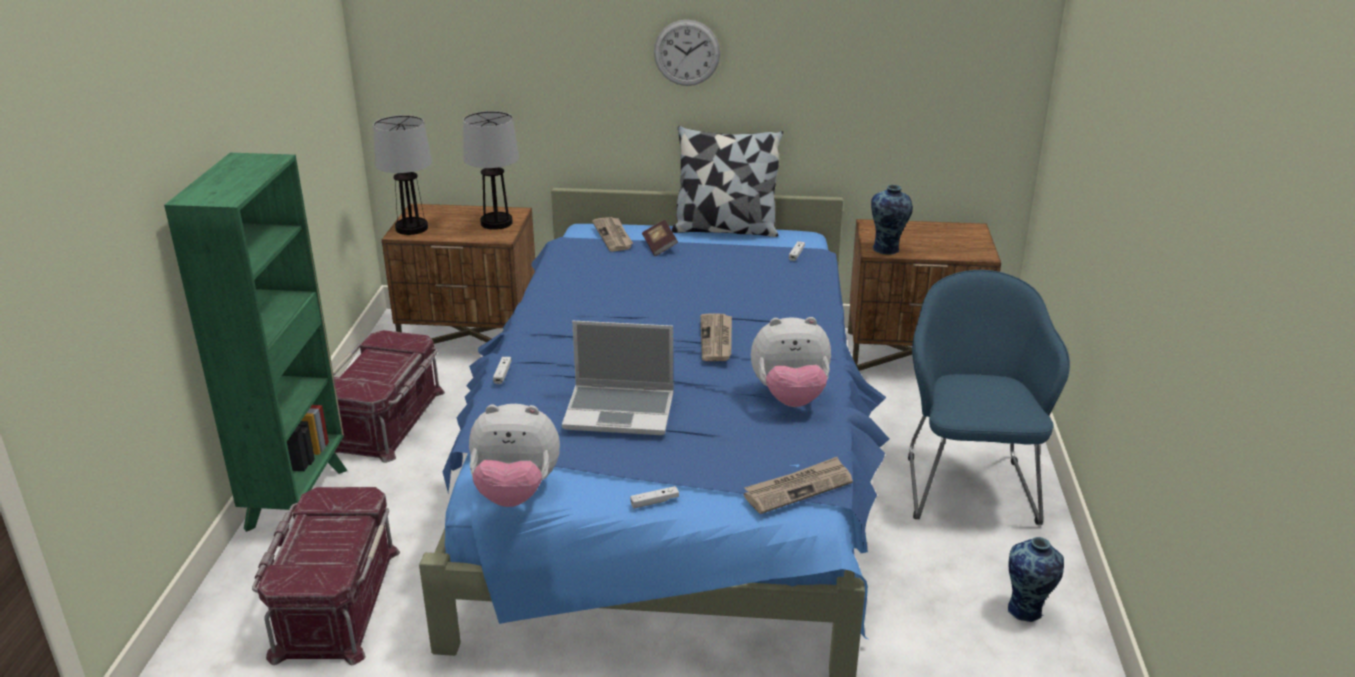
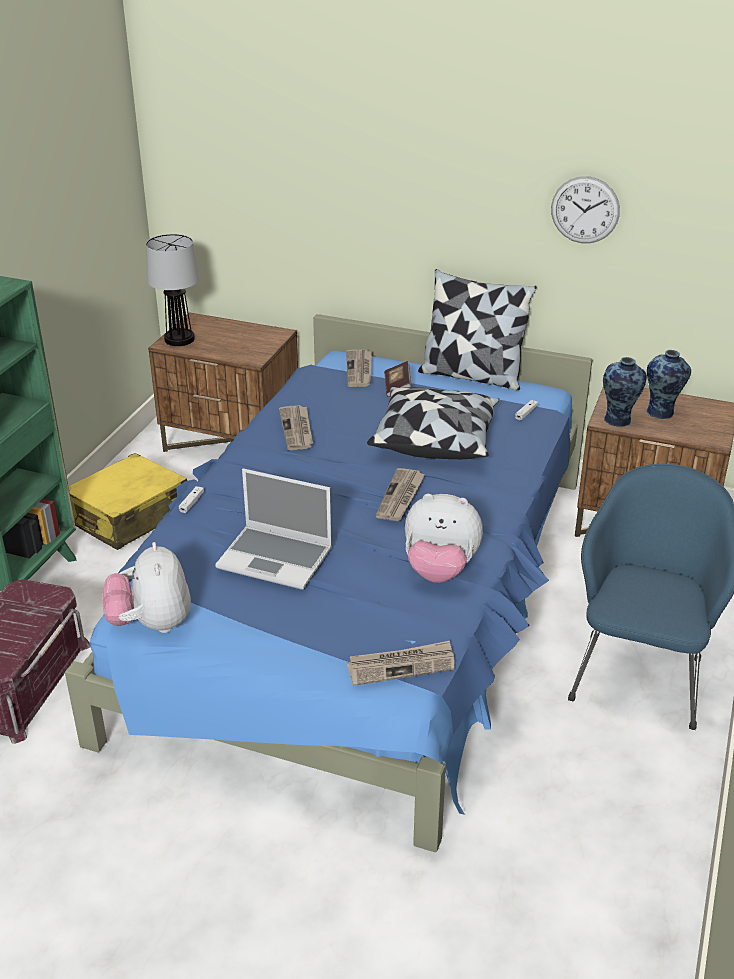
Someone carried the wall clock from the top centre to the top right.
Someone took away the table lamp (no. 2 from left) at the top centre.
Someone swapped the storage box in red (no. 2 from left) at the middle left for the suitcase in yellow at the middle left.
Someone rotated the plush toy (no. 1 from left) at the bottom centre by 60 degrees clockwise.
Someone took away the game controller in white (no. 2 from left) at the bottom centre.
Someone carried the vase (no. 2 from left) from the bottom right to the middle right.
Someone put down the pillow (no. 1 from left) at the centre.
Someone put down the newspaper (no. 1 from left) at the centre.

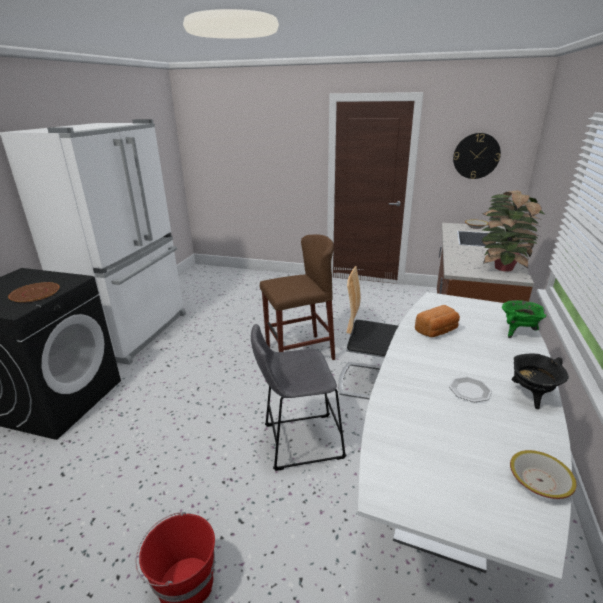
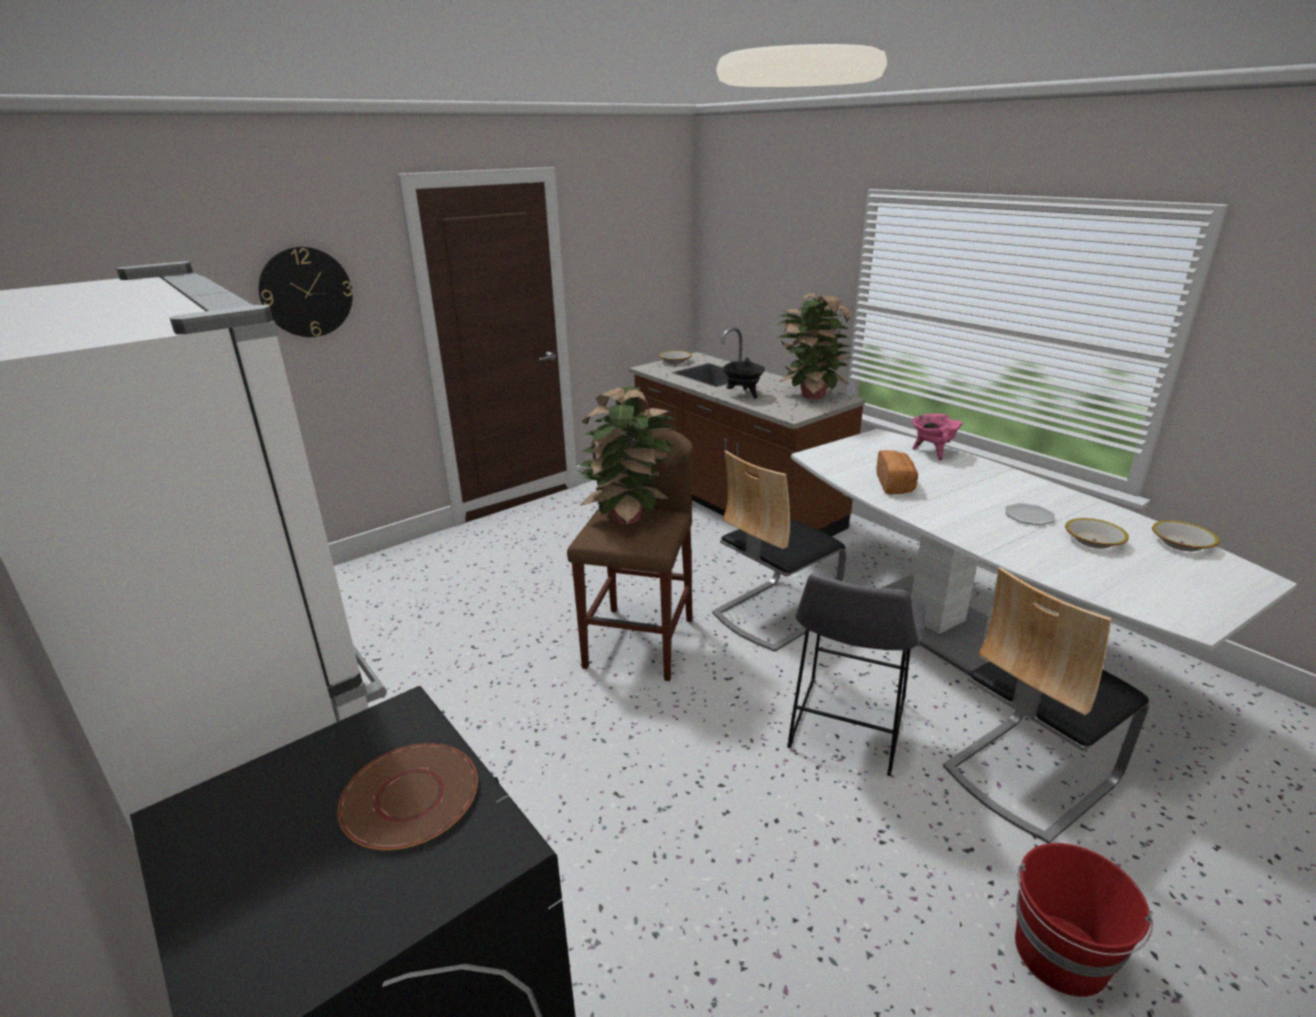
Someone carried the wall clock from the top right to the top left.
Someone repainted the cooking pot in green at the middle right, which became the cooking pot in pink at the middle right.
Someone carried the cooking pot in black from the middle right to the centre.
Someone put down the potted plant (no. 1 from left) at the centre.
Someone put down the bowl (no. 2 from left) at the middle right.
Someone put down the chair (no. 2 from left) at the bottom right.

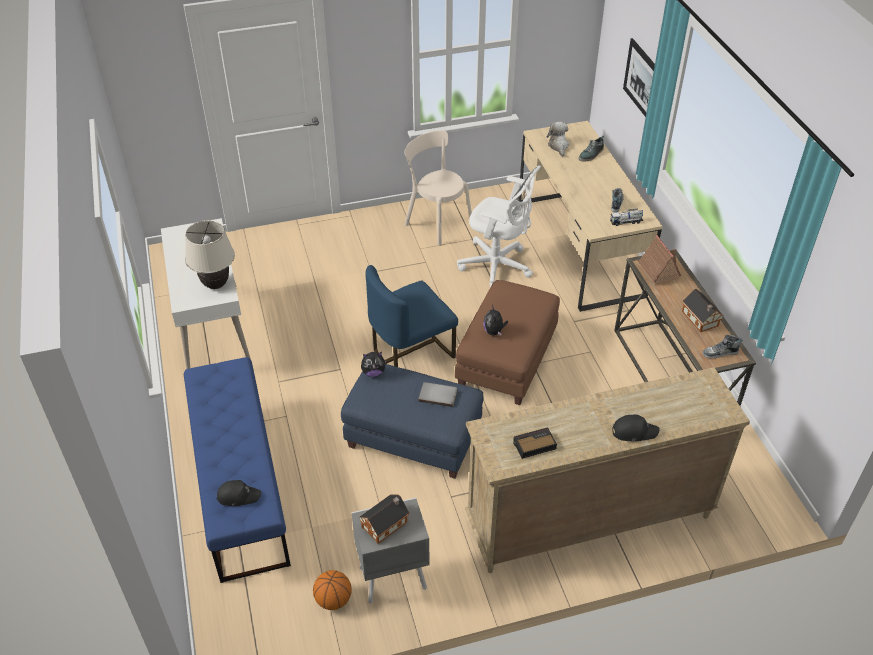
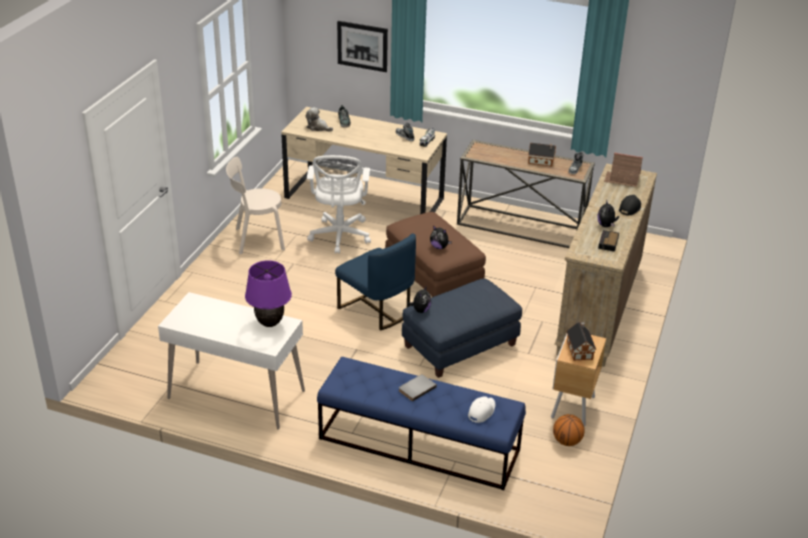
Someone rotated the office chair in white at the centre by 120 degrees clockwise.
Someone repainted the table lamp in beige at the middle left, which became the table lamp in purple at the middle left.
Someone carried the toy house (no. 2 from left in the first image) from the middle right to the top right.
Someone rotated the chair in blue at the centre by 45 degrees counterclockwise.
Someone carried the book in grey from the centre to the bottom centre.
Someone repainted the cap in black (no. 1 from left) at the bottom left, which became the cap in white at the bottom centre.
Someone repainted the nightstand in grey at the bottom centre, which became the nightstand in brown at the bottom right.
Someone put down the plush toy (no. 4 from left) at the middle right.

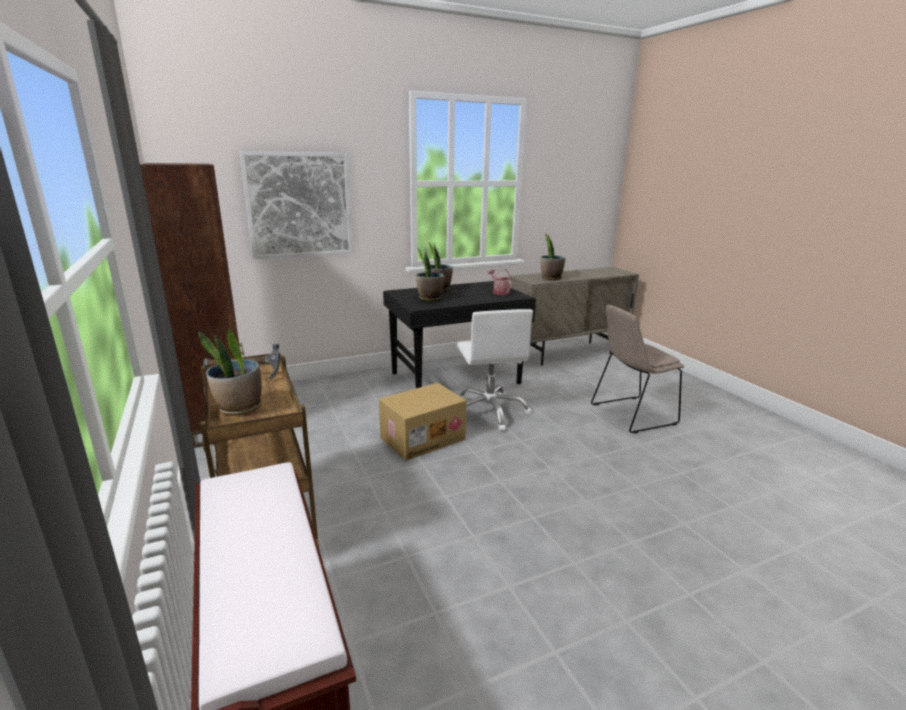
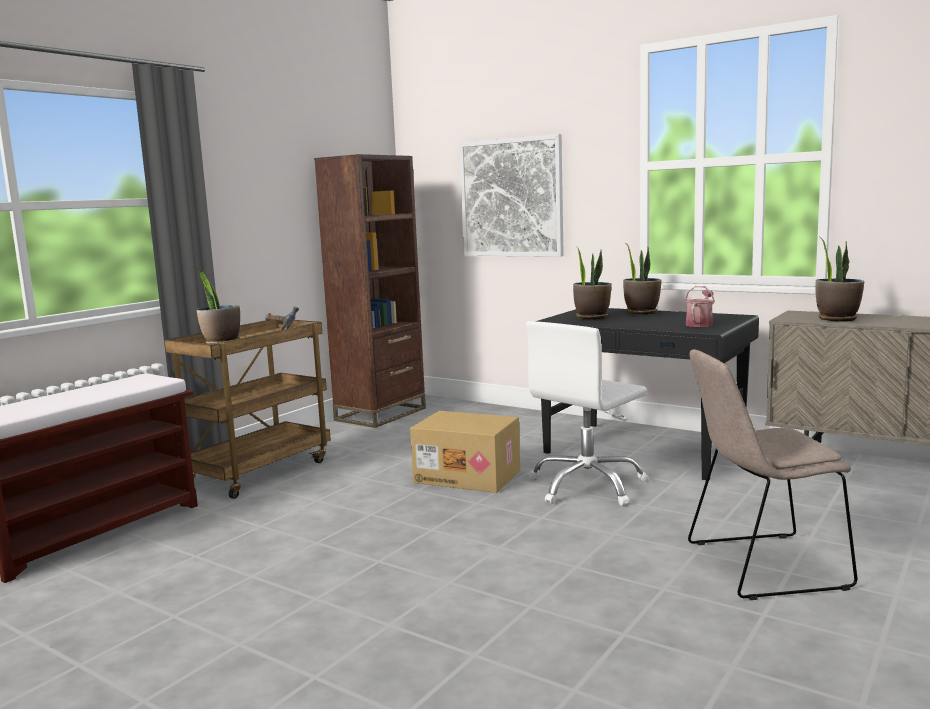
Someone rotated the chair in beige at the middle right by 45 degrees counterclockwise.

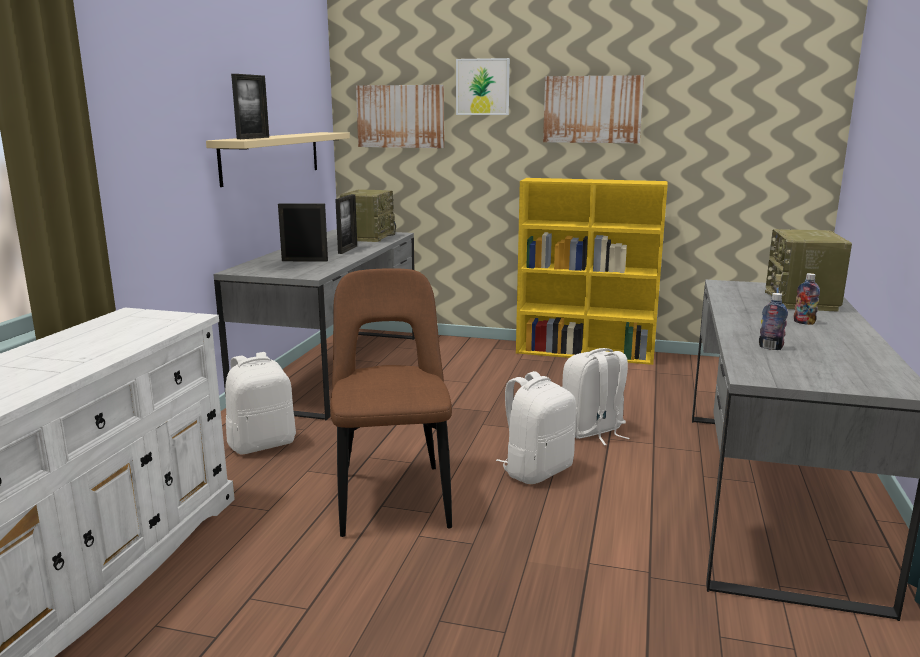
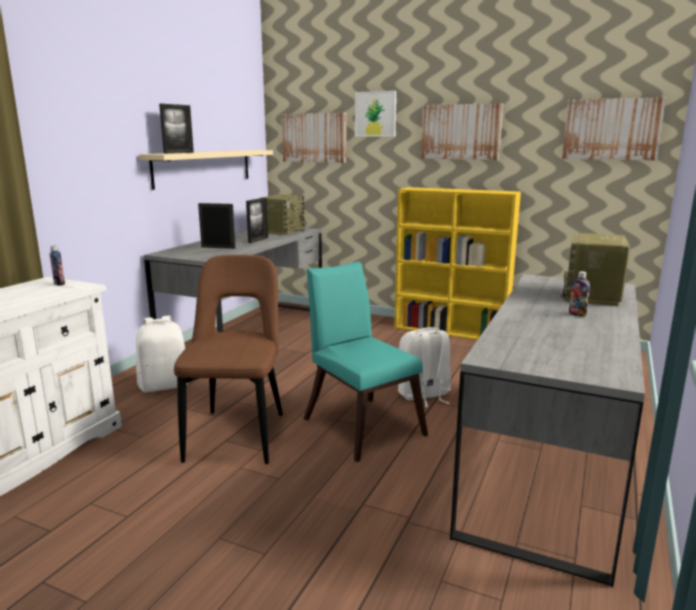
Someone carried the bottle (no. 1 from left) from the middle right to the middle left.
Someone swapped the backpack in white (no. 2 from left) at the centre for the chair in turquoise at the centre.
Someone put up the picture (no. 4 from left) at the top right.

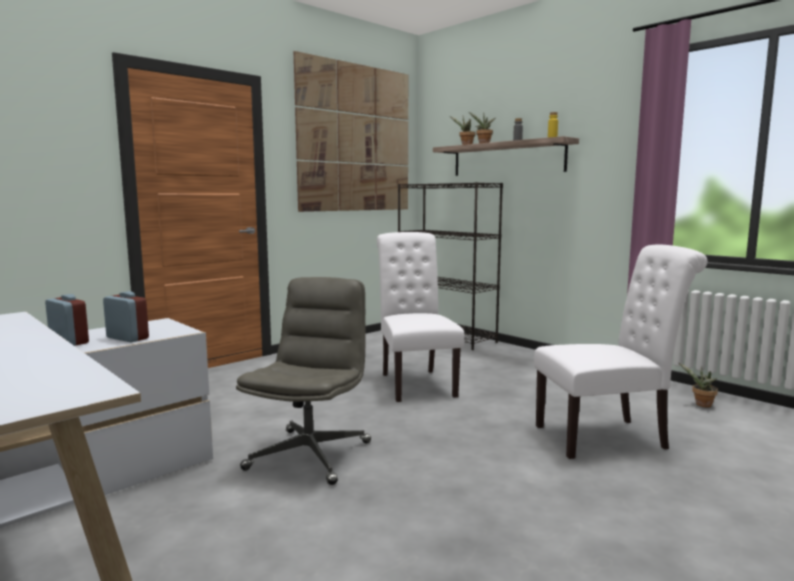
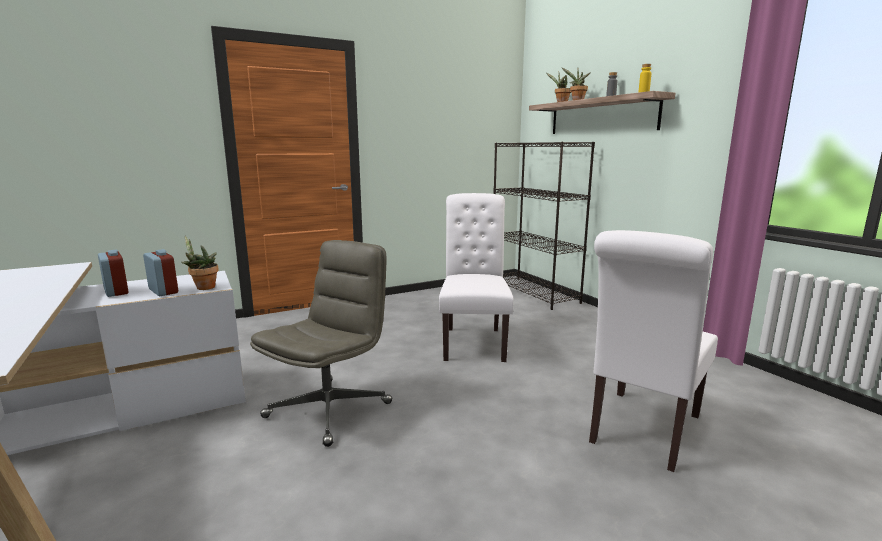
Someone took away the picture at the top centre.
Someone rotated the chair in white (no. 2 from left) at the middle right by 120 degrees clockwise.
Someone carried the potted plant (no. 3 from left in the first image) from the middle right to the middle left.

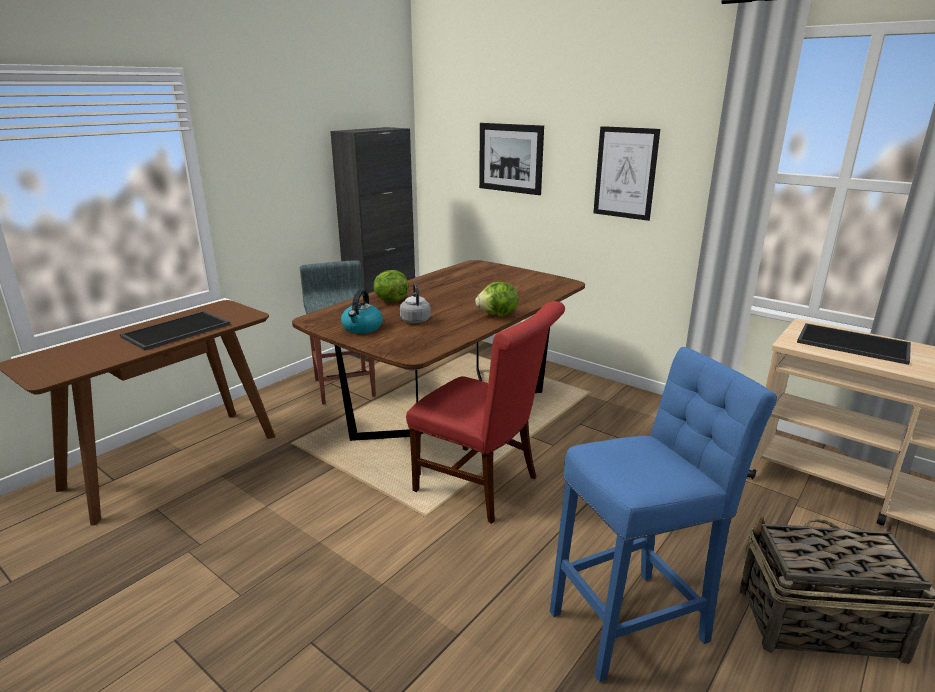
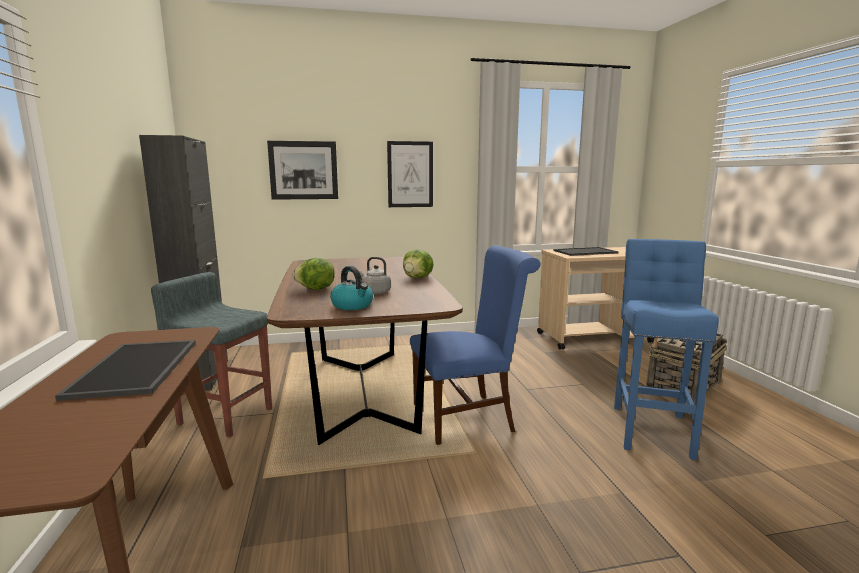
Someone repainted the chair in red at the centre, which became the chair in blue at the centre.

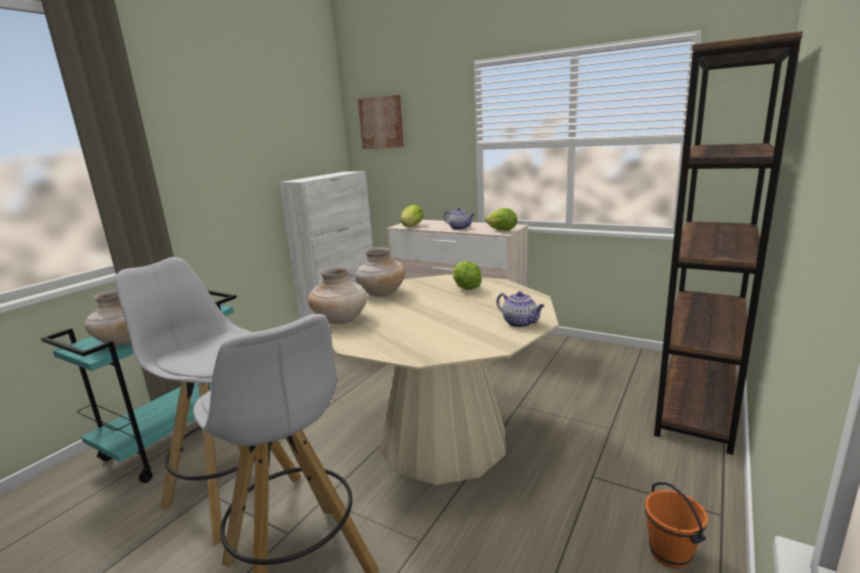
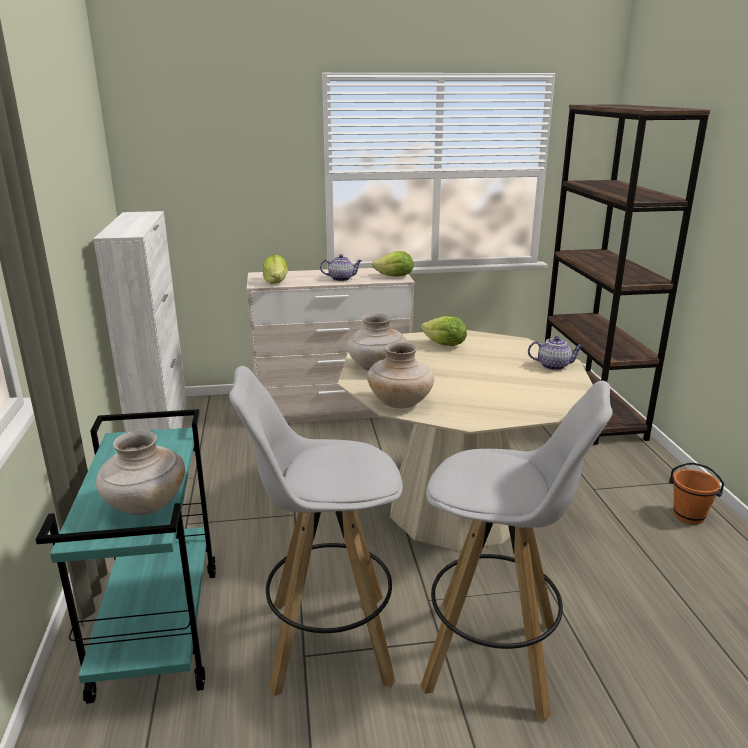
Someone took away the picture at the top centre.

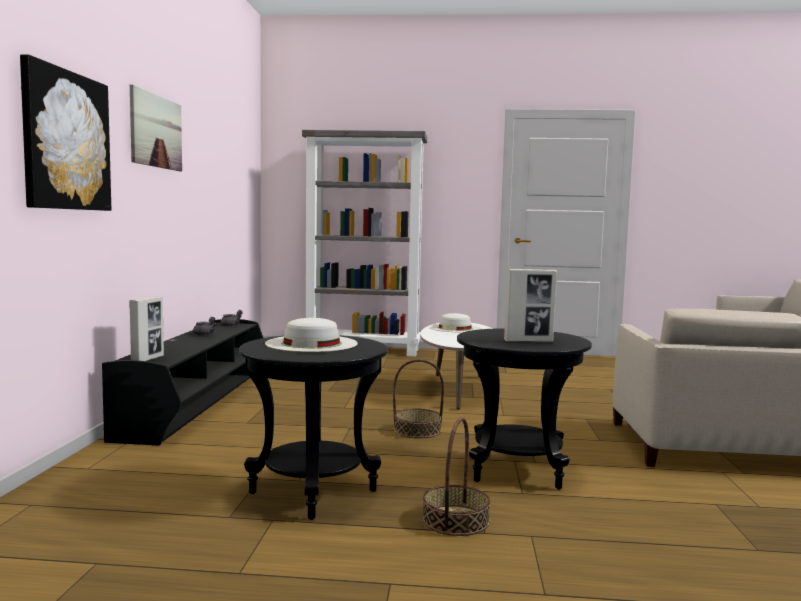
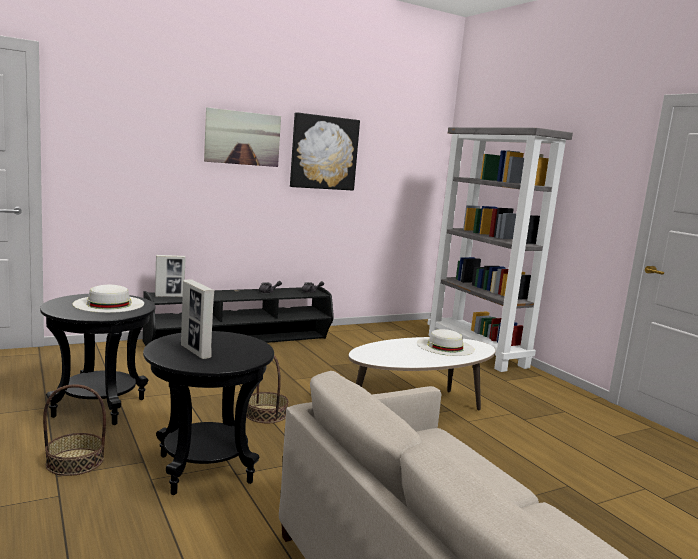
Someone carried the picture (no. 1 from left in the first image) from the top left to the top centre.

